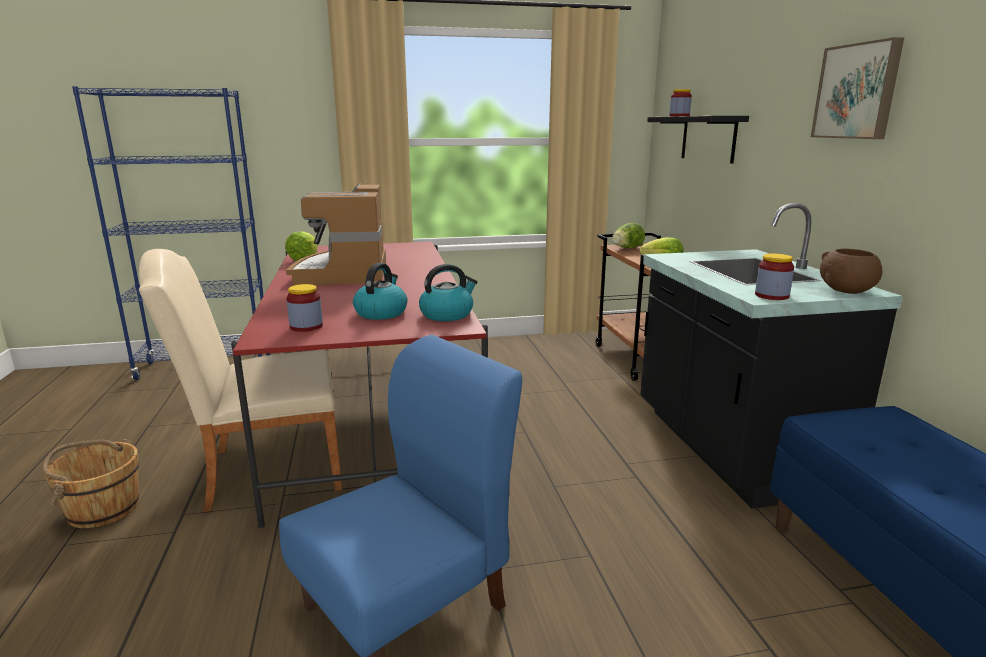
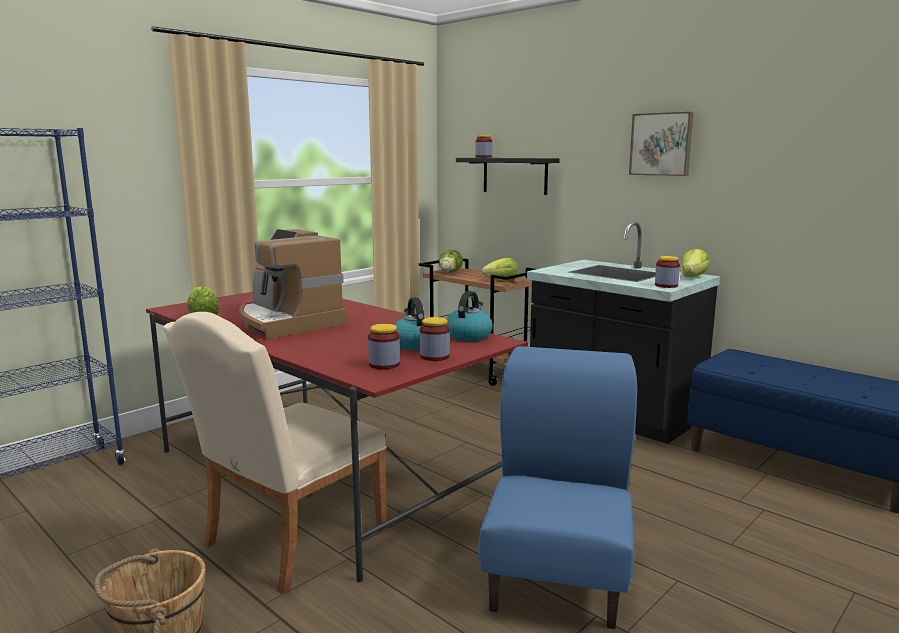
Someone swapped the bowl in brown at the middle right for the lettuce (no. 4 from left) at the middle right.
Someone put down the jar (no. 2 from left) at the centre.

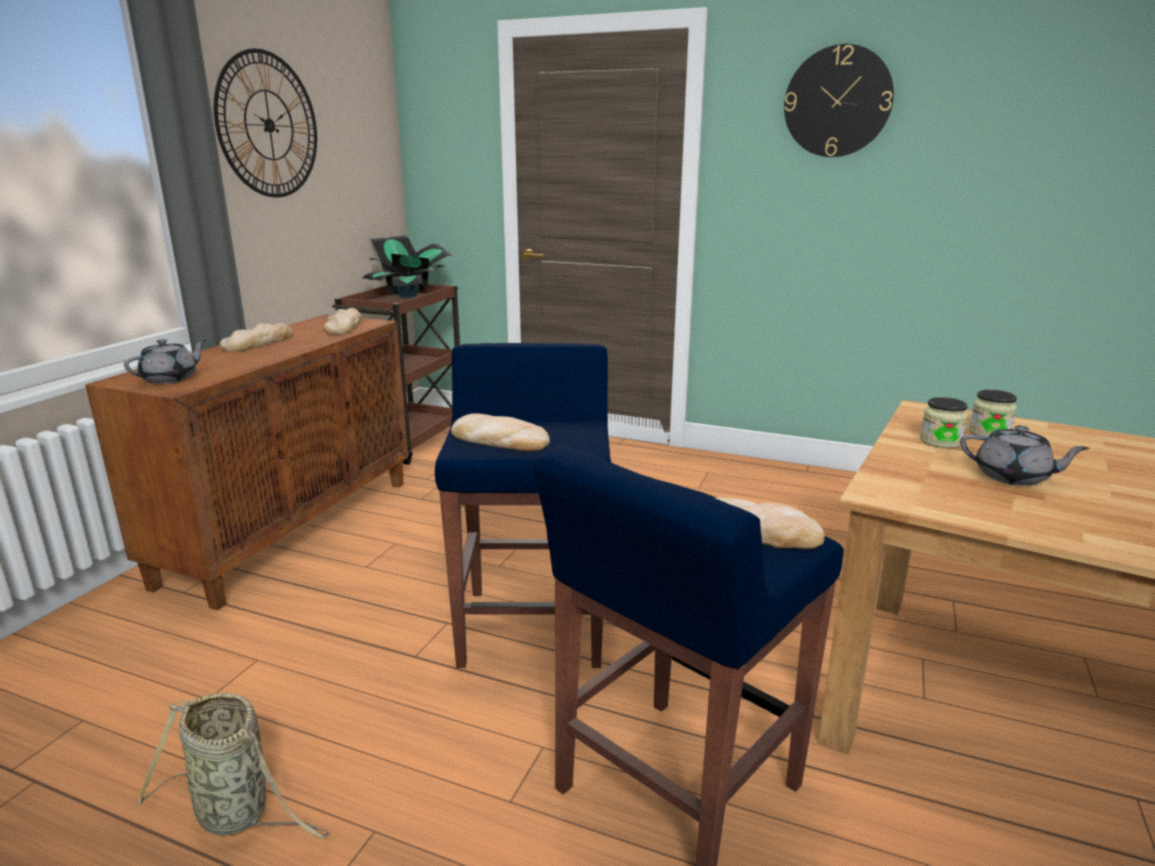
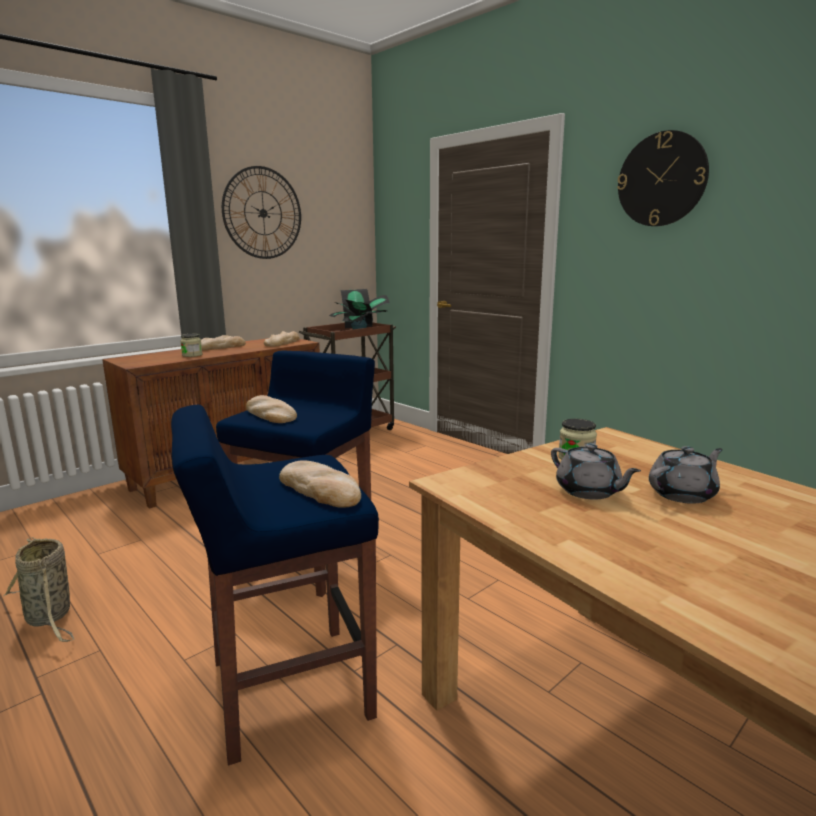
Someone carried the teapot in grey (no. 1 from left in the first image) from the middle left to the middle right.
Someone carried the jar (no. 2 from left in the first image) from the middle right to the middle left.

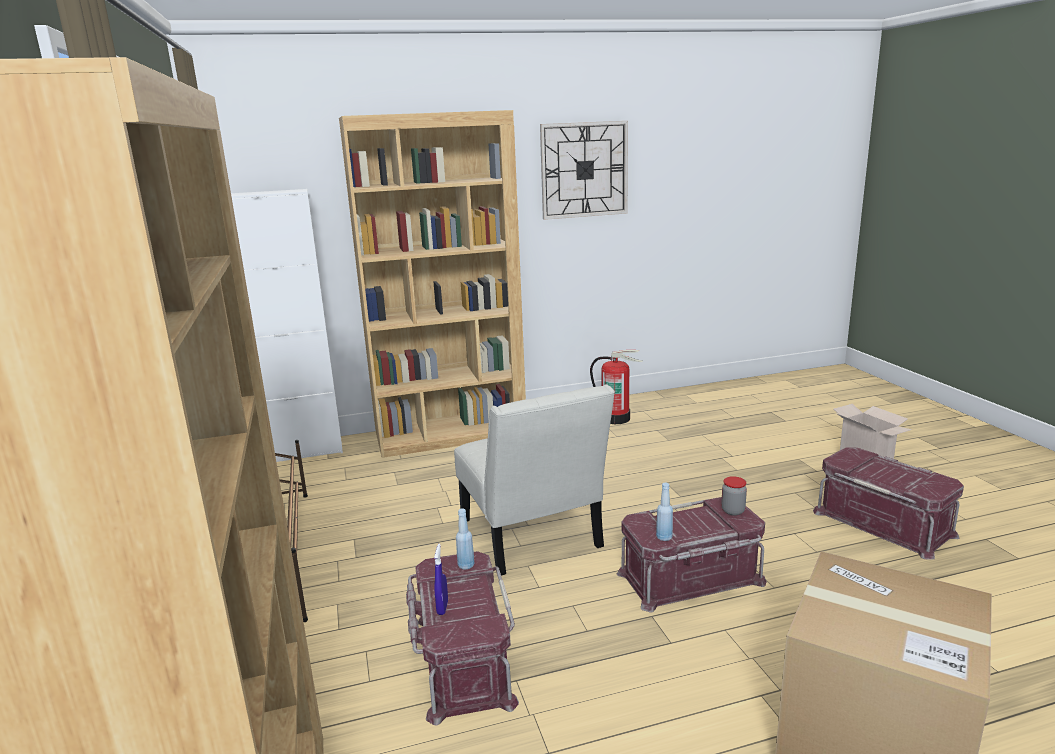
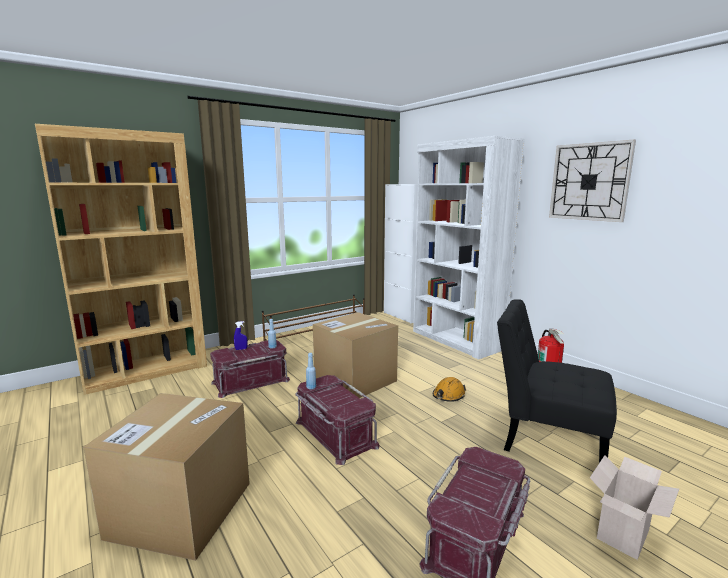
Someone repainted the bookcase in brown (no. 2 from left) at the centre, which became the bookcase in white at the centre.
Someone swapped the chair in white at the centre for the cardboard box (no. 2 from left) at the centre.
Someone took away the jar at the middle right.
Someone put down the chair in black at the middle right.
Someone put down the hard hat in orange at the bottom centre.

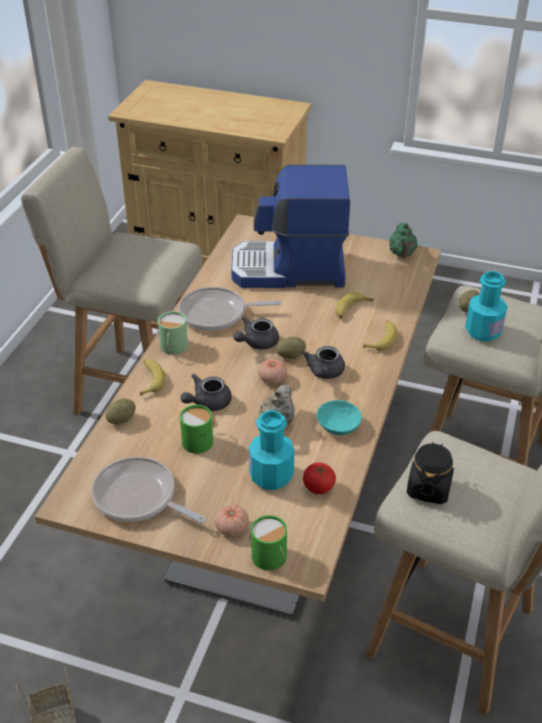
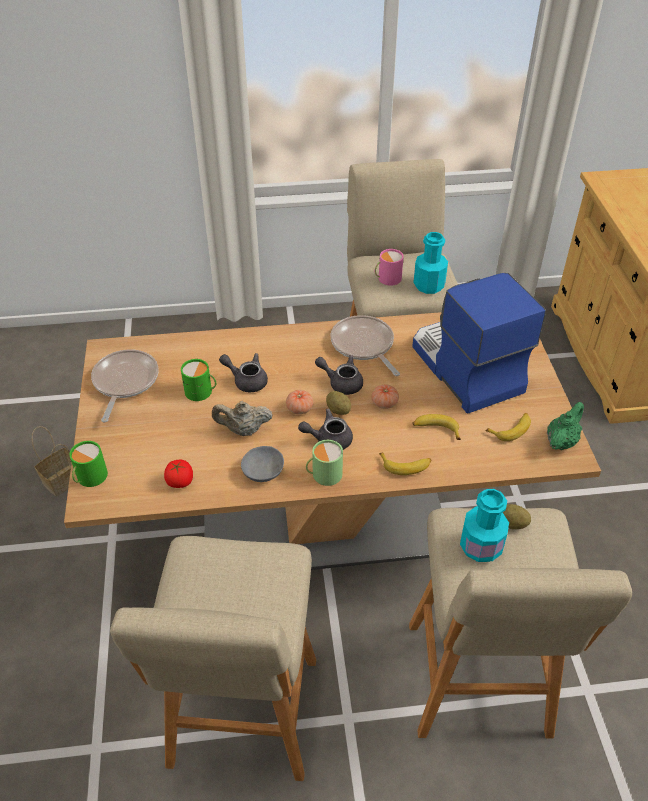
Someone rotated the teapot in green at the top right by 150 degrees clockwise.
Someone carried the mug in green (no. 1 from left in the first image) from the middle left to the centre.
Someone carried the banana (no. 1 from left in the first image) from the middle left to the middle right.
Someone took away the potato (no. 1 from left) at the middle left.
Someone repainted the bowl in turquoise at the centre, which became the bowl in grey at the centre.
Someone carried the bottle in turquoise (no. 1 from left) from the centre to the top centre.
Someone took away the jar in black at the middle right.
Someone carried the tomato (no. 1 from left in the first image) from the bottom centre to the centre.
Someone put down the mug in pink at the centre.

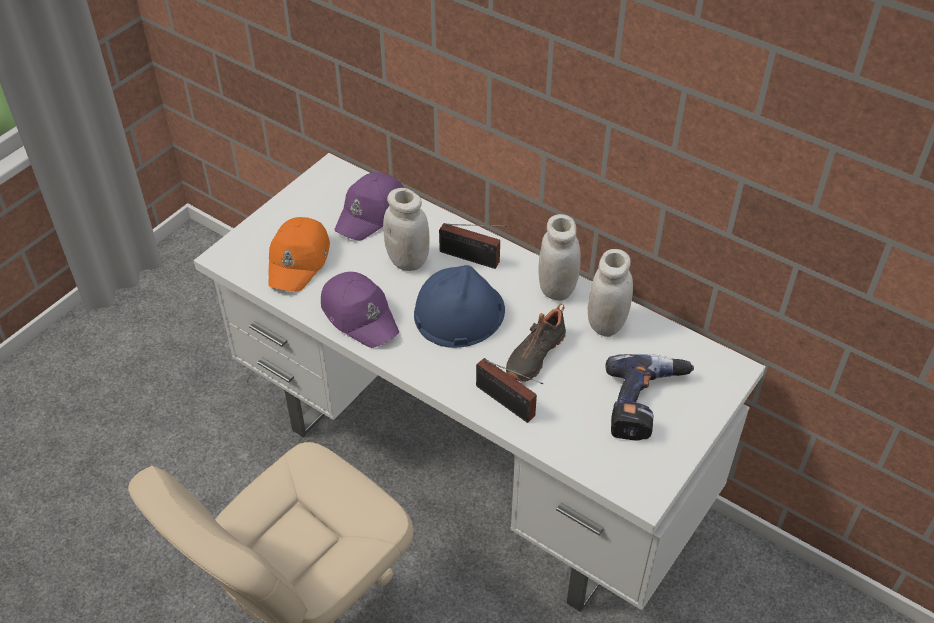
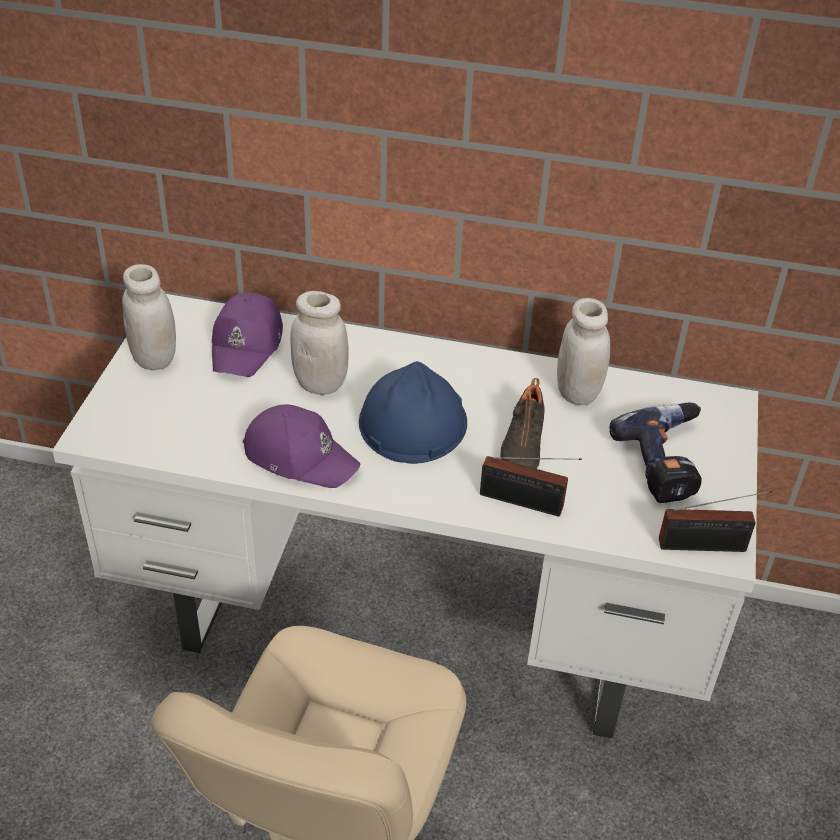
Someone carried the jar in white (no. 2 from left in the first image) from the centre to the middle left.
Someone took away the cap in orange at the middle left.
Someone carried the radio (no. 1 from left in the first image) from the centre to the middle right.

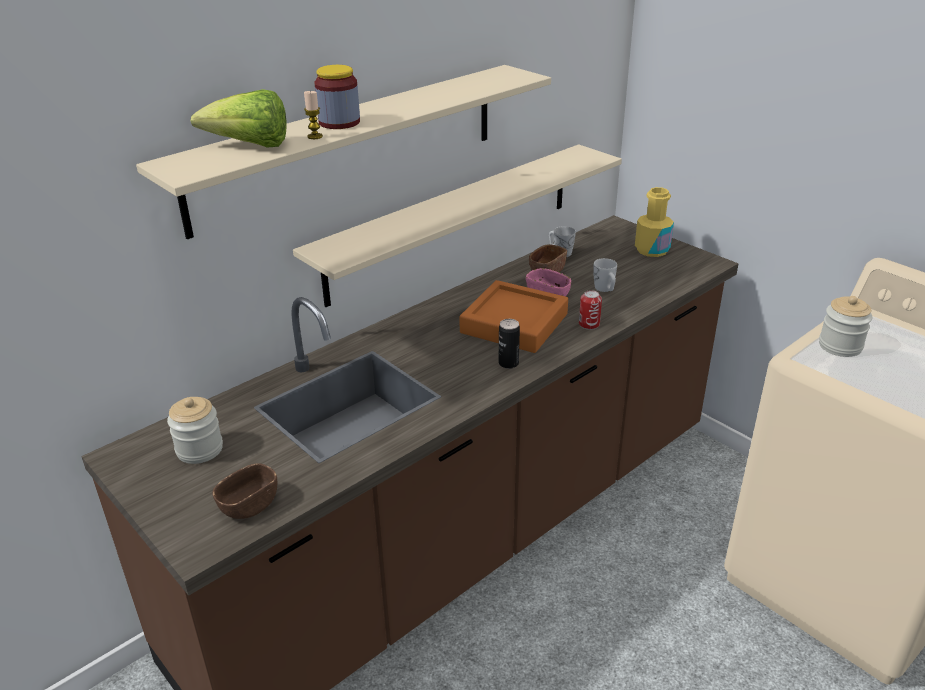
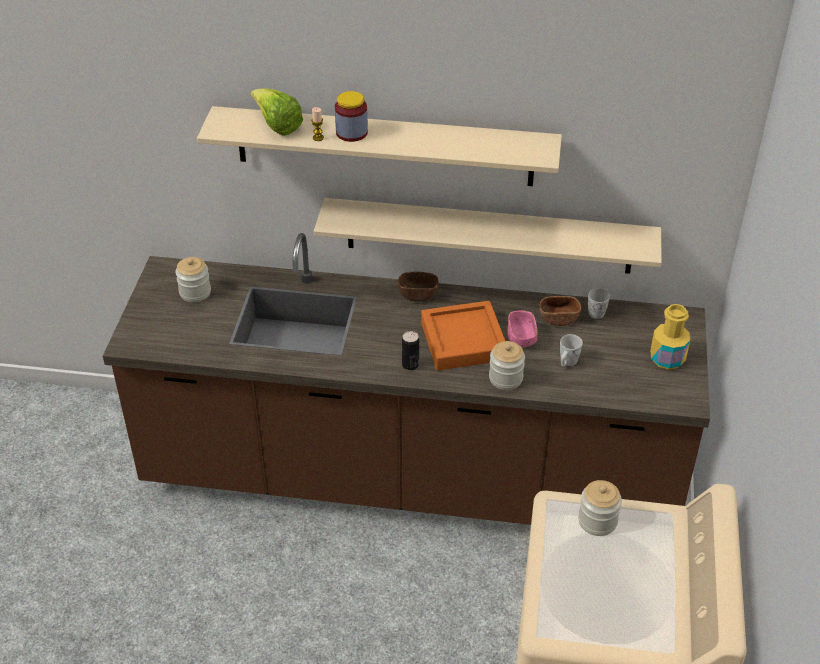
Someone swapped the can (no. 2 from left) at the centre for the jar (no. 3 from left) at the centre.
Someone carried the bowl in brown (no. 1 from left) from the bottom left to the centre.

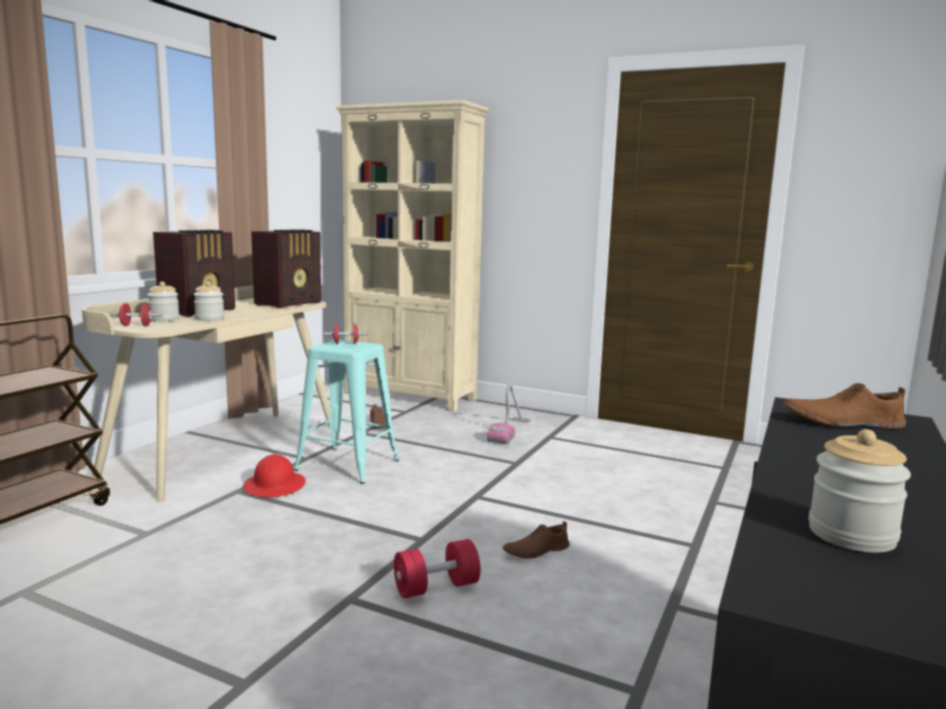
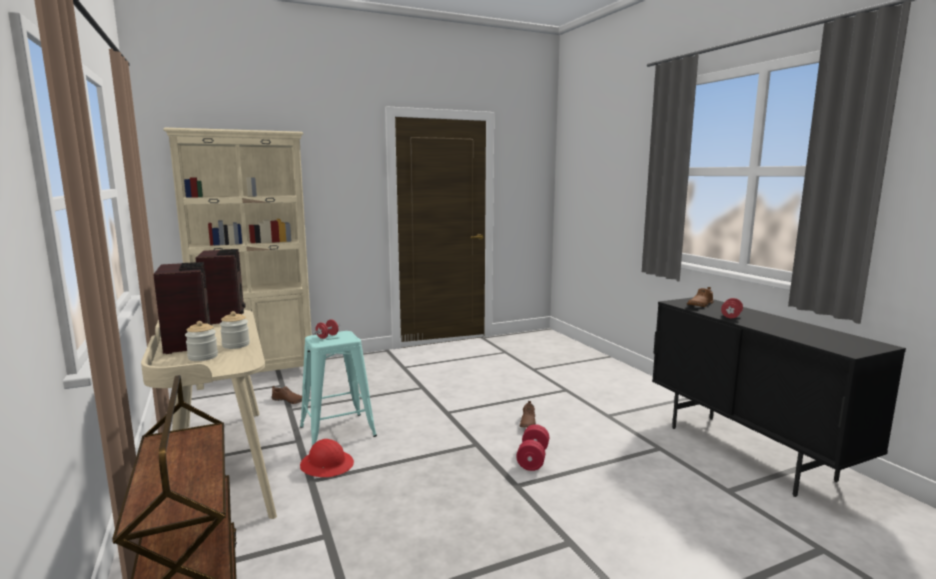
Someone carried the dumbbell in red (no. 1 from left in the first image) from the middle left to the middle right.
Someone took away the vacuum cleaner at the centre.
Someone took away the jar (no. 3 from left) at the bottom right.

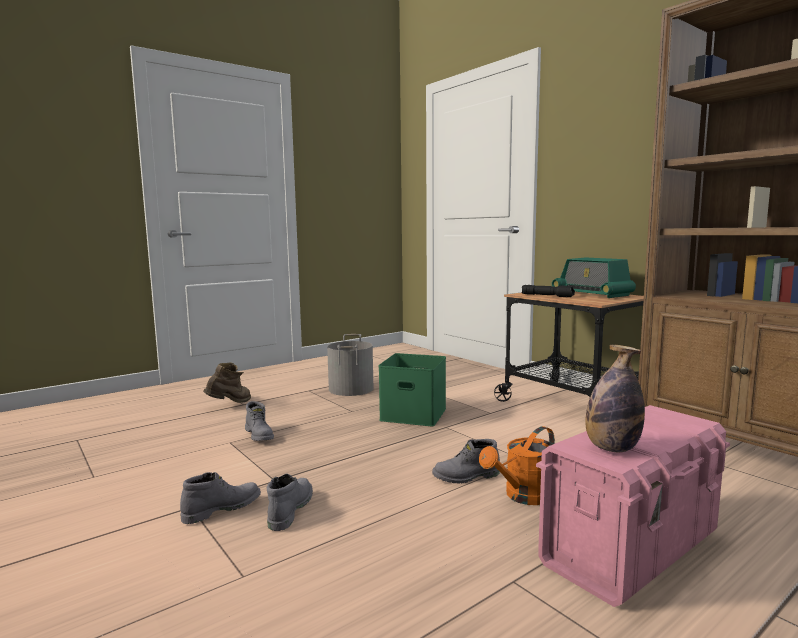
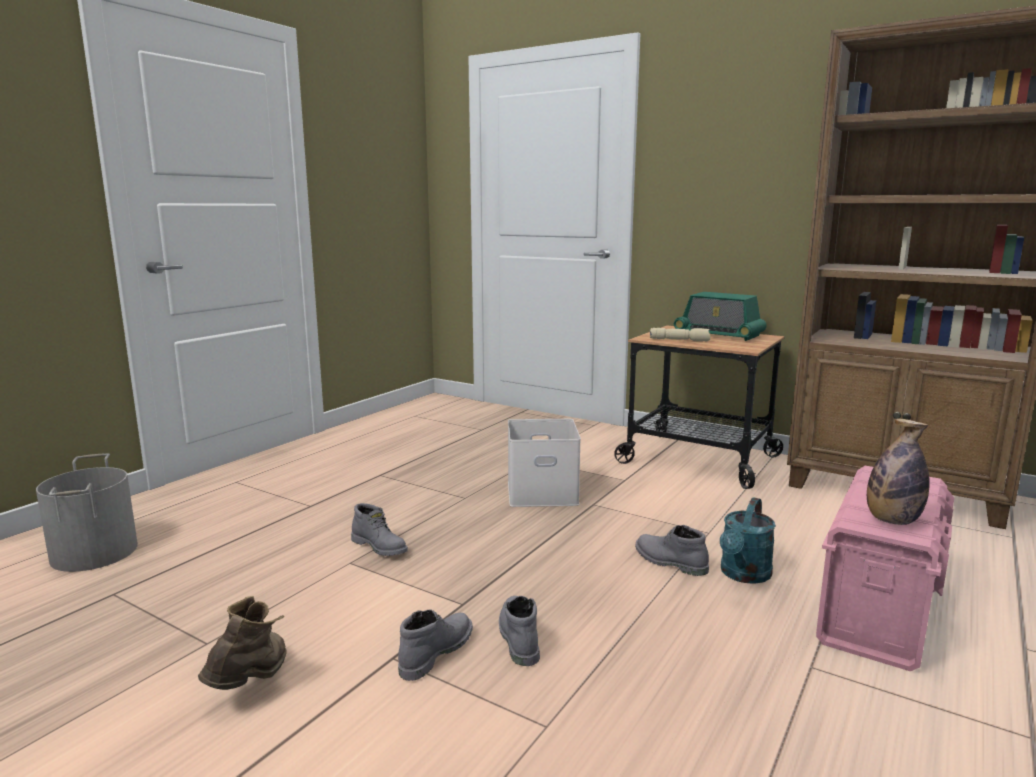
Someone repainted the flashlight in black at the middle right, which became the flashlight in beige at the centre.
Someone carried the bucket in grey from the centre to the middle left.
Someone repainted the storage box in green at the centre, which became the storage box in white at the centre.
Someone carried the boot in brown from the middle left to the bottom left.
Someone repainted the watering can in orange at the bottom centre, which became the watering can in turquoise at the bottom right.
Someone rotated the boot in grey (no. 4 from left) at the bottom centre by 75 degrees clockwise.

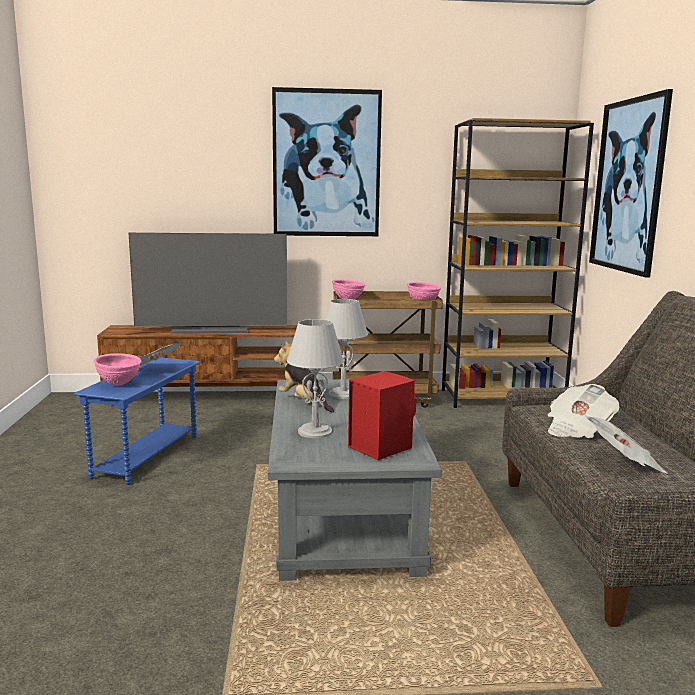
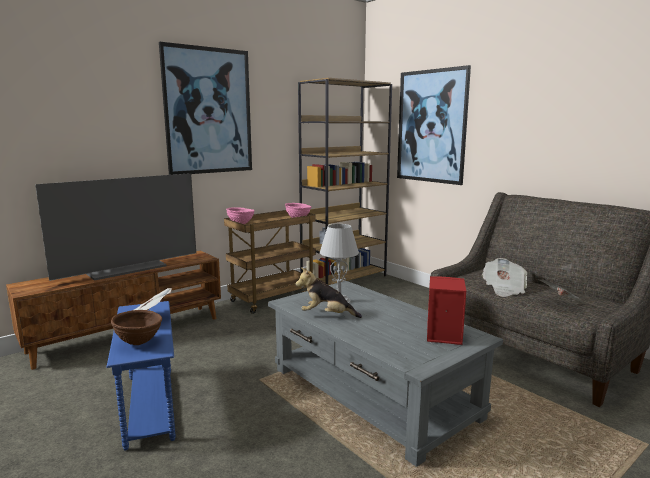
Someone took away the table lamp in grey (no. 1 from left) at the centre.
Someone repainted the bowl in pink (no. 1 from left) at the middle left, which became the bowl in brown at the bottom left.

